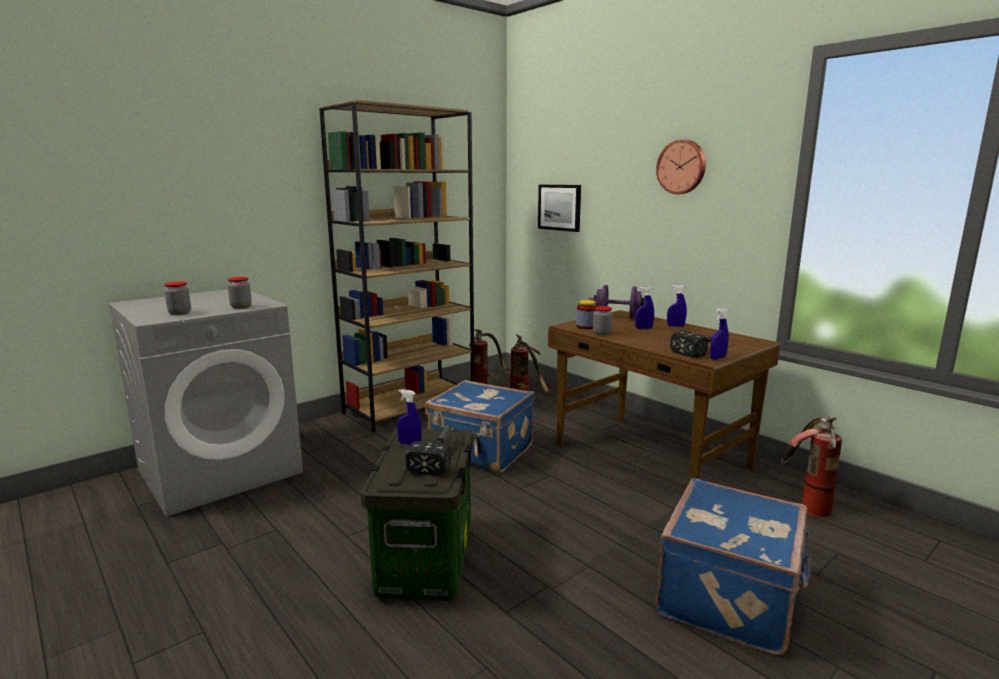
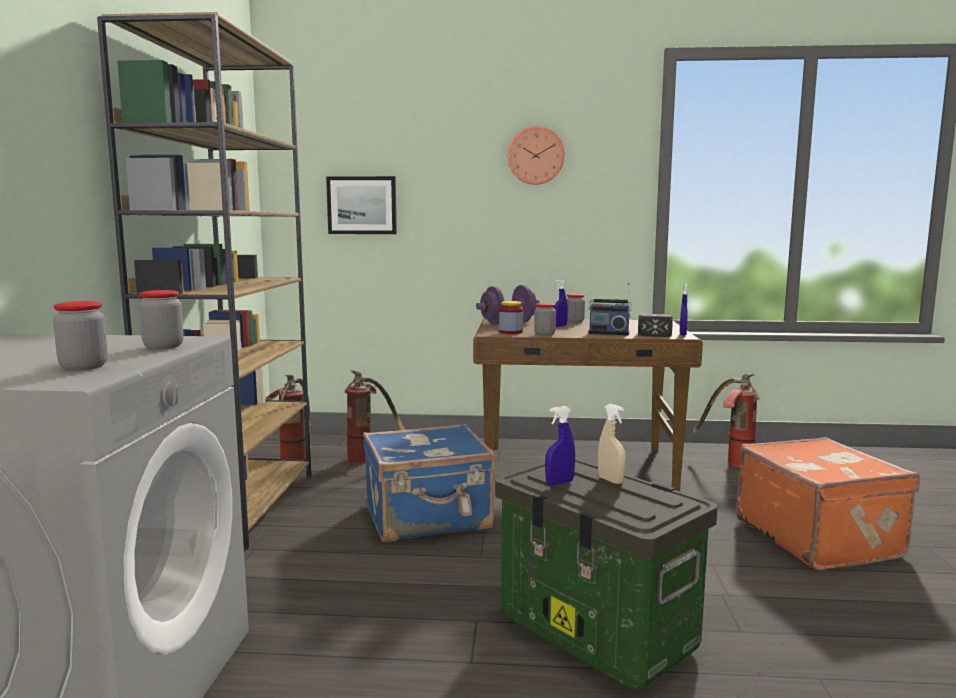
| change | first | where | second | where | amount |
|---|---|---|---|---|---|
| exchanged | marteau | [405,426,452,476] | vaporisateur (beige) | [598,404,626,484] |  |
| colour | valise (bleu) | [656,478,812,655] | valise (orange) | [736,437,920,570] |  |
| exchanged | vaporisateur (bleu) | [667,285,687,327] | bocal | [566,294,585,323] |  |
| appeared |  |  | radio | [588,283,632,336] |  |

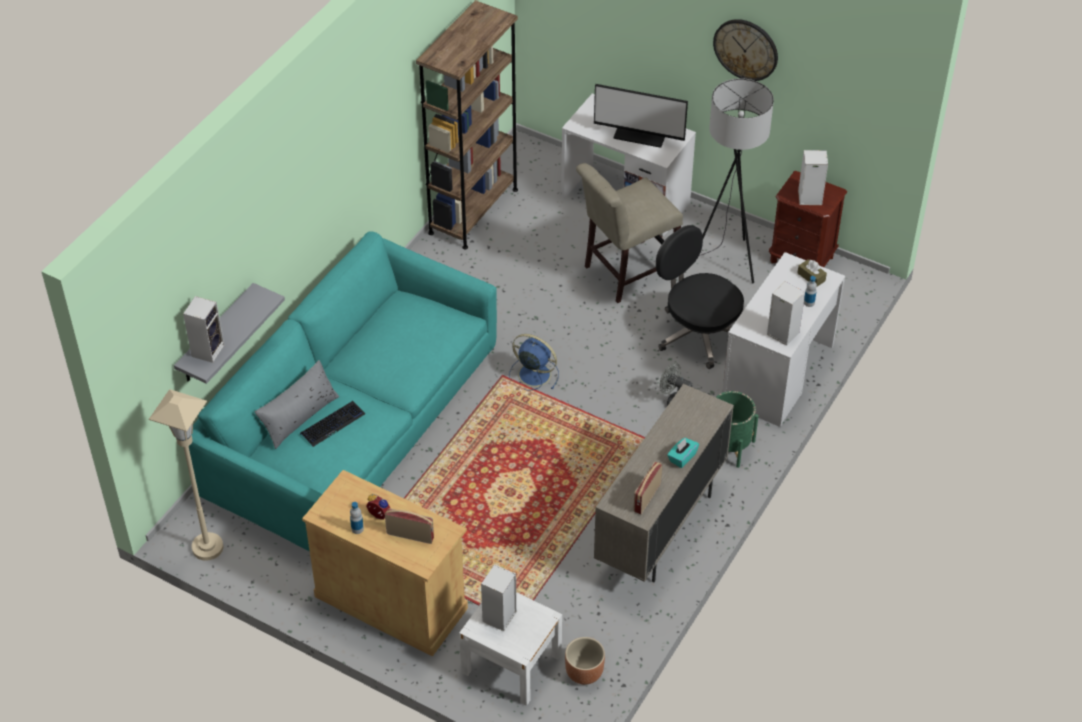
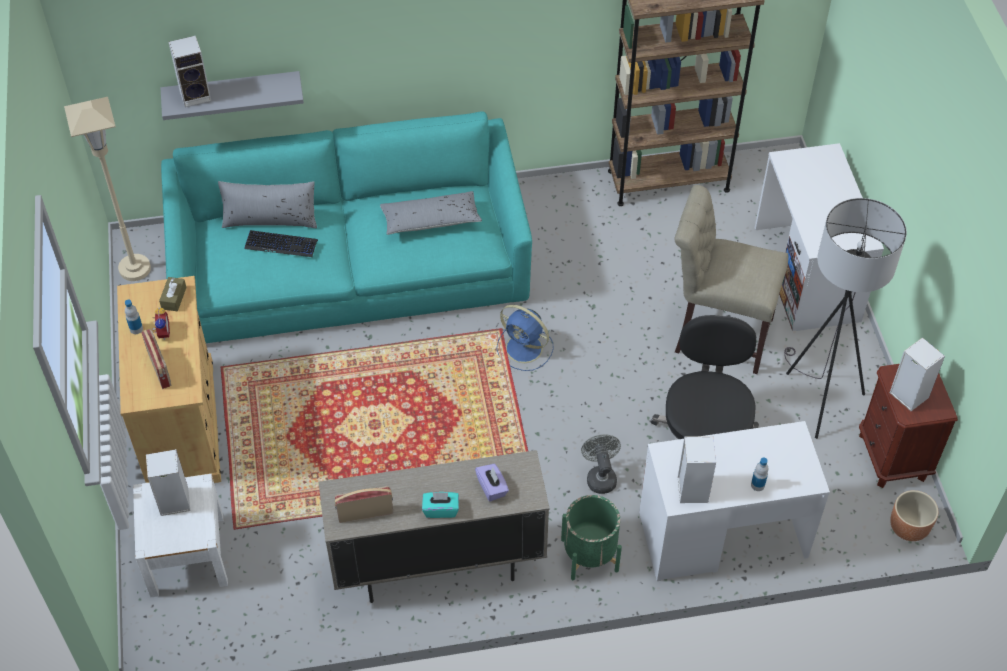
| change | first | where | second | where | amount |
|---|---|---|---|---|---|
| spun | ventilateur (bleu) | [509,334,559,391] |  | [496,305,554,371] | 135 degrees clockwise |
| relocated | cache-pot (marron) | [565,637,605,685] |  | [890,490,938,541] |  |
| missing | écran d'ordinateur | [594,84,688,148] |  |  |  |
| missing | horloge murale | [713,19,778,81] |  |  |  |
| relocated | boîte à mouchoirs (marron) | [798,259,827,286] |  | [159,277,187,311] |  |
| appeared |  |  | coussin (gris) | [380,191,482,235] |  |
| appeared |  |  | boîte à mouchoirs (violet) | [475,464,509,502] |  |

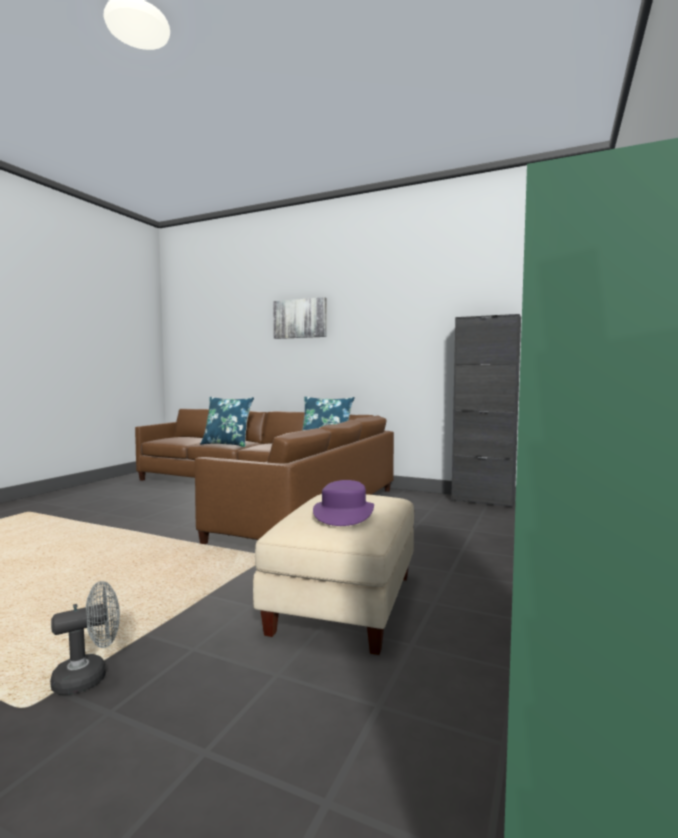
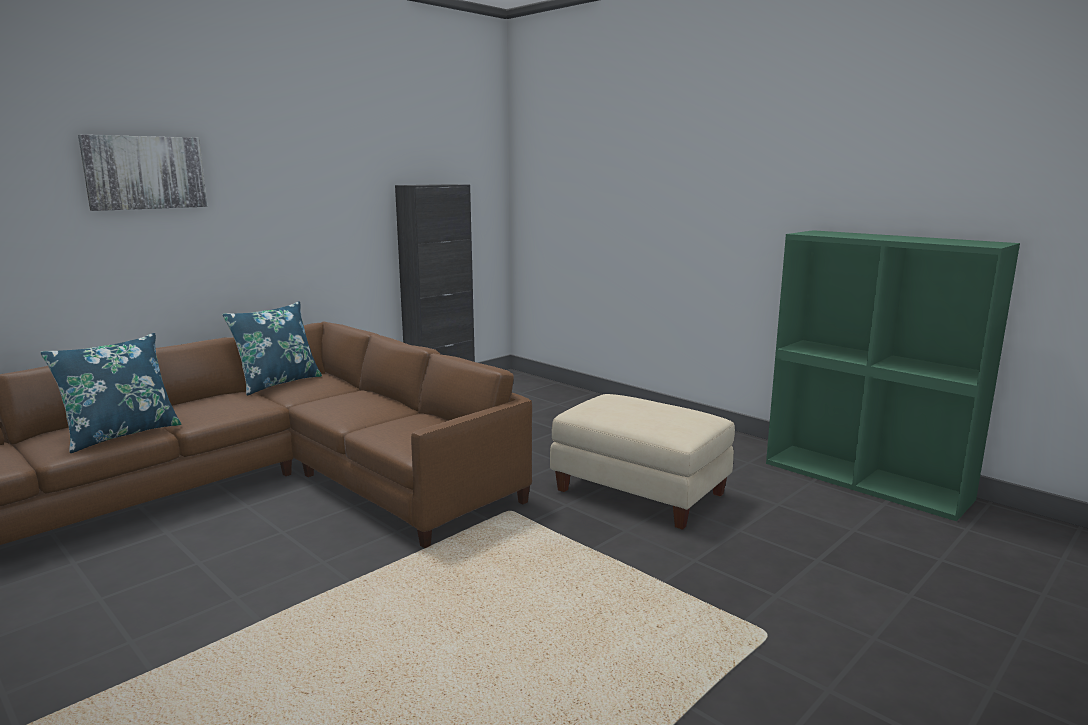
| change | first | where | second | where | amount |
|---|---|---|---|---|---|
| missing | ventilateur (gris) | [50,581,120,695] |  |  |  |
| missing | chapeau (violet) | [313,480,374,526] |  |  |  |

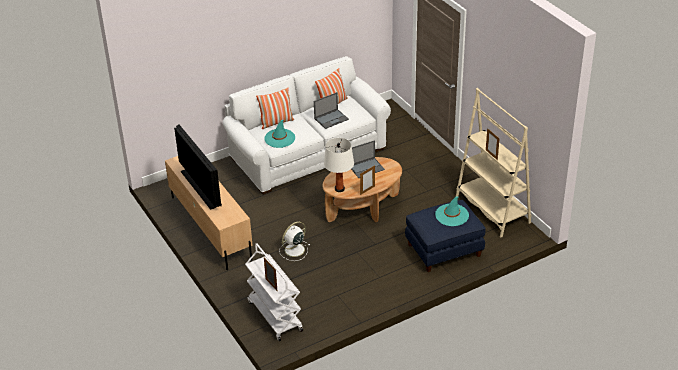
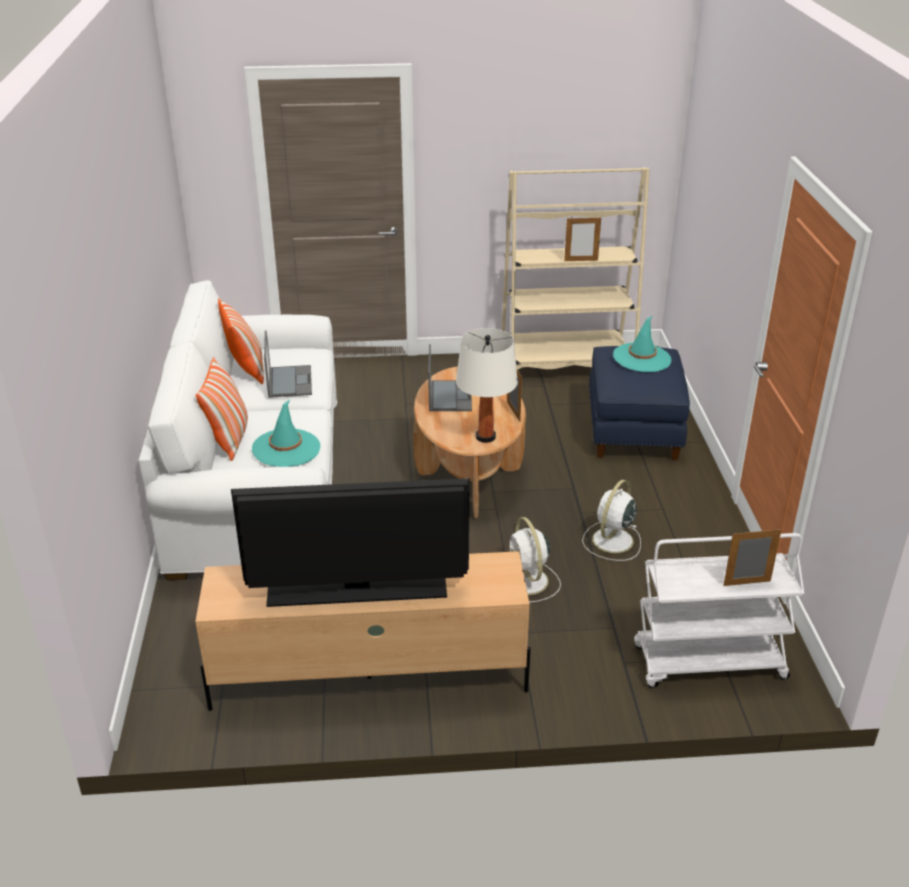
| change | first | where | second | where | amount |
|---|---|---|---|---|---|
| appeared |  |  | ventilateur (blanc) | [582,479,641,561] |  |

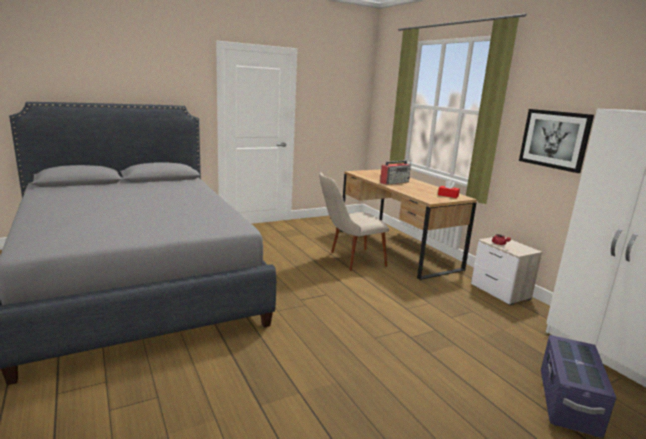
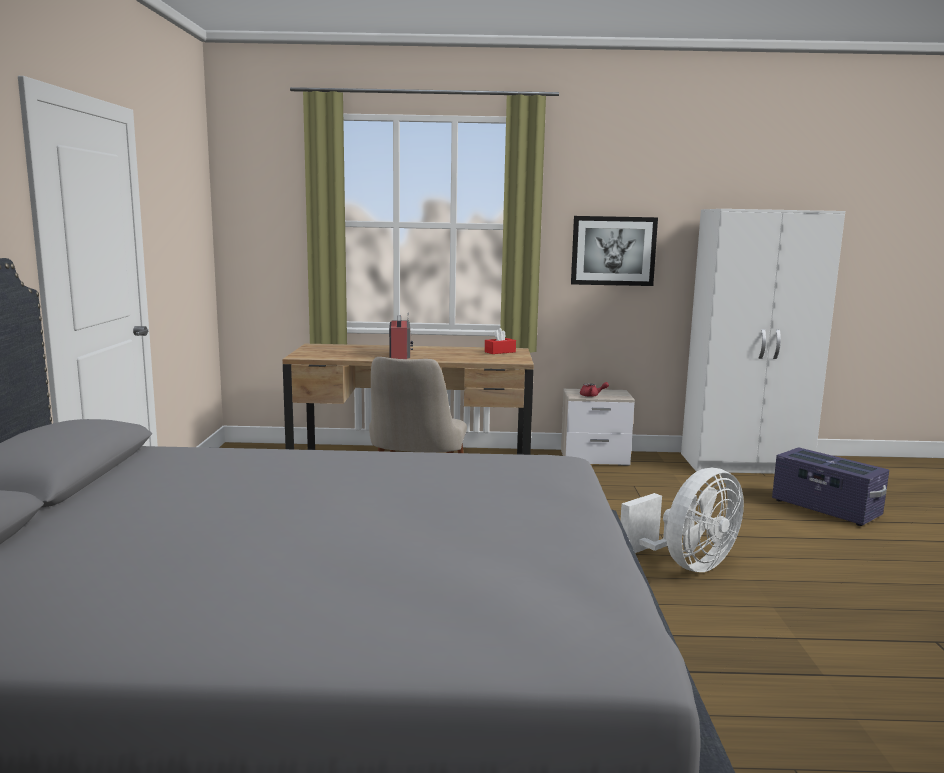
| change | first | where | second | where | amount |
|---|---|---|---|---|---|
| appeared |  |  | ventilateur (blanc) | [620,467,744,572] |  |

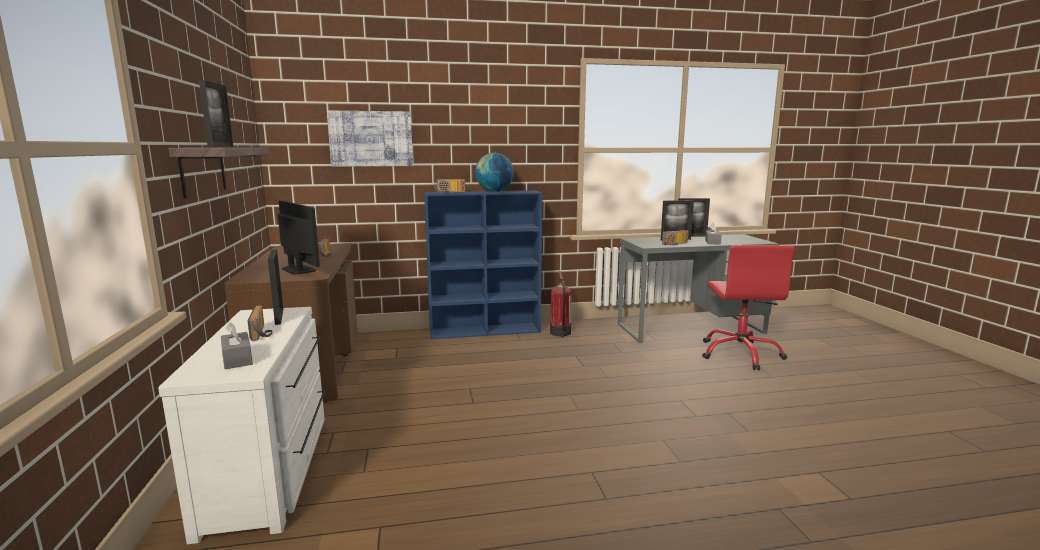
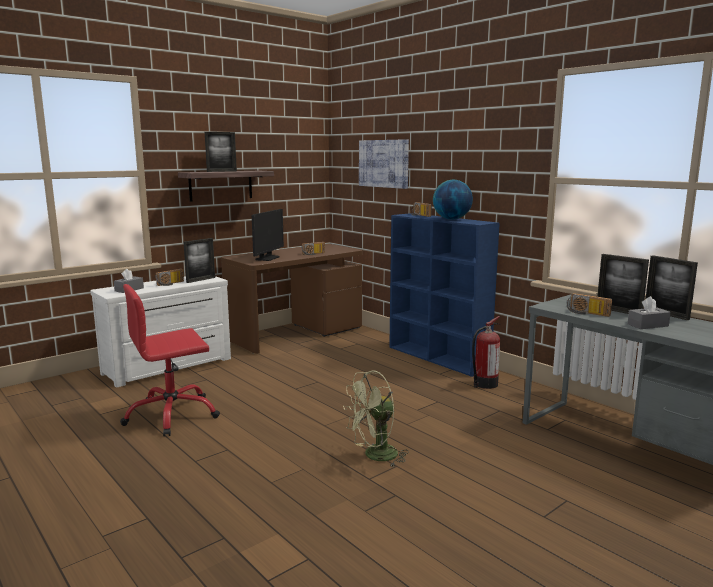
| change | first | where | second | where | amount |
|---|---|---|---|---|---|
| relocated | chaise de bureau (rouge) | [702,245,795,370] |  | [120,284,220,436] |  |
| appeared |  |  | ventilateur (vert) | [343,371,409,467] |  |

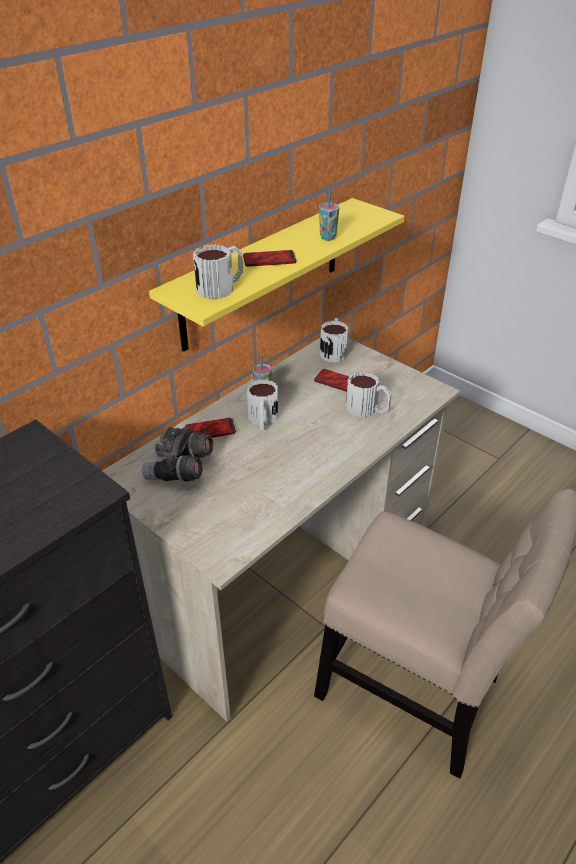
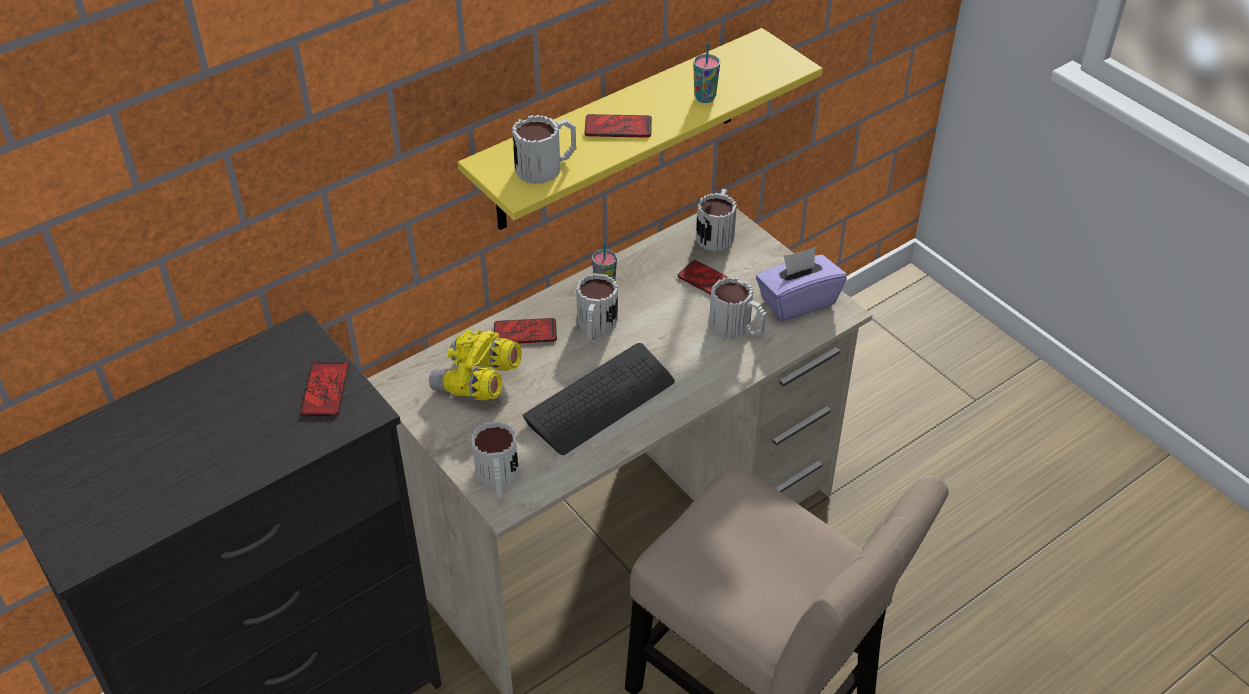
| change | first | where | second | where | amount |
|---|---|---|---|---|---|
| colour | jumelles (gris) | [142,427,213,482] | jumelles (jaune) | [429,330,522,400] |  |
| appeared |  |  | téléphone | [301,360,349,416] |  |
| appeared |  |  | mug | [471,421,519,498] |  |
| appeared |  |  | clavier | [522,343,675,455] |  |
| appeared |  |  | boîte à mouchoirs (violet) | [756,247,847,321] |  |

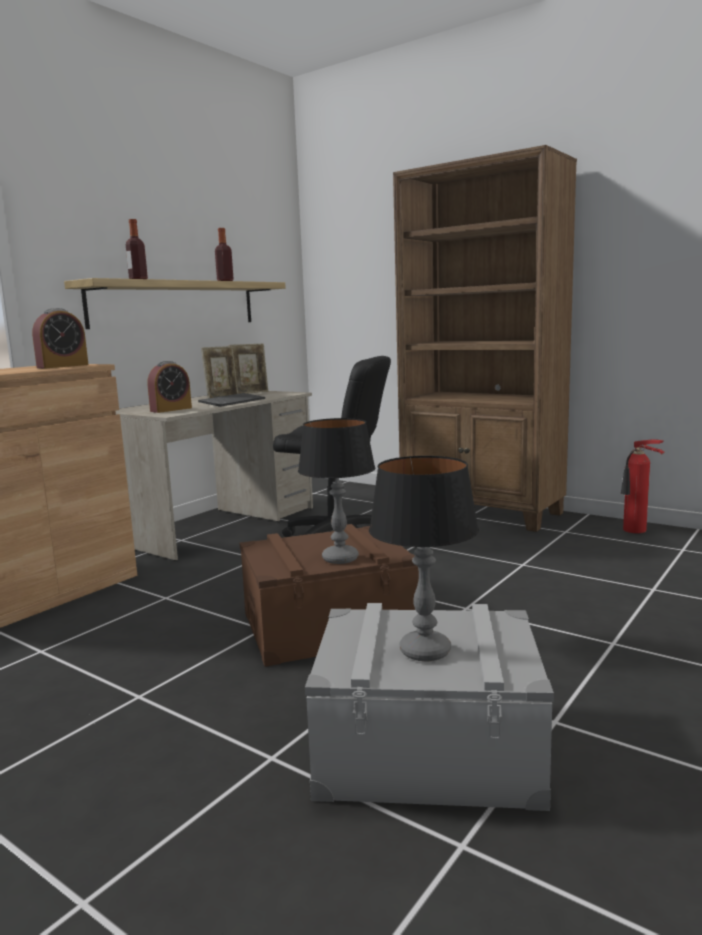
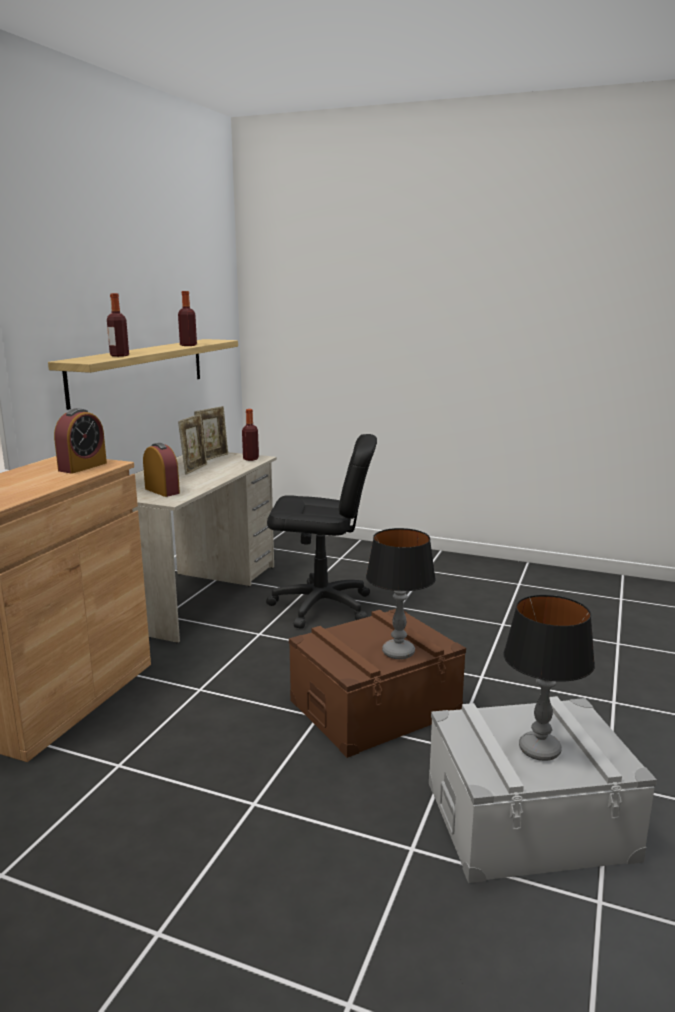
| change | first | where | second | where | amount |
|---|---|---|---|---|---|
| spun | réveil | [147,361,192,413] |  | [143,443,180,497] | 75 degrees counterclockwise |
| missing | clavier | [198,393,265,407] |  |  |  |
| missing | bibliothèque (marron) | [393,145,577,532] |  |  |  |
| missing | extincteur | [621,439,665,534] |  |  |  |
| appeared |  |  | bouteille | [242,409,259,461] |  |

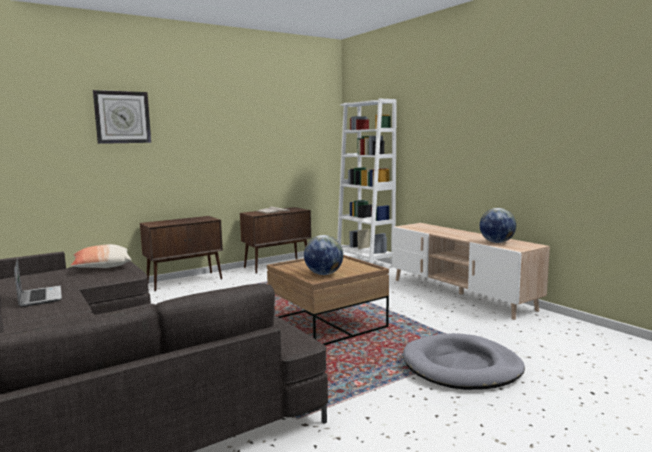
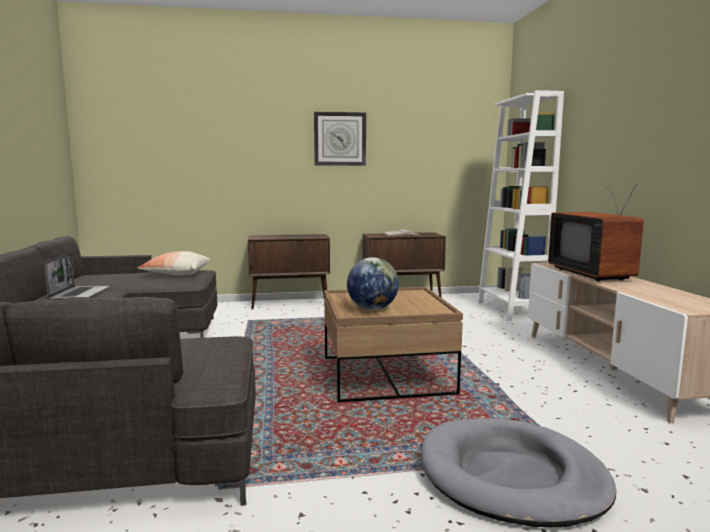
| change | first | where | second | where | amount |
|---|---|---|---|---|---|
| relocated | horloge murale | [93,90,151,144] |  | [314,112,366,166] |  |
| missing | globe | [480,208,516,243] |  |  |  |
| appeared |  |  | téléviseur | [548,184,644,281] |  |

